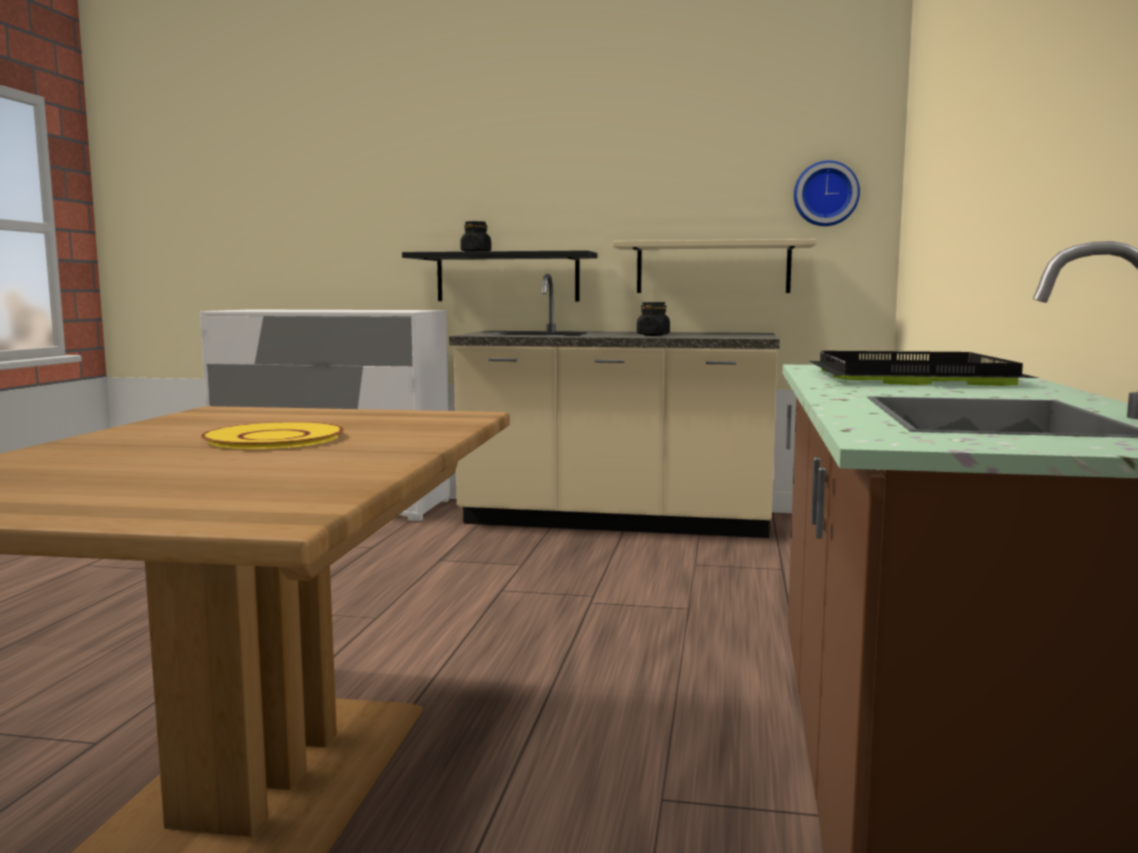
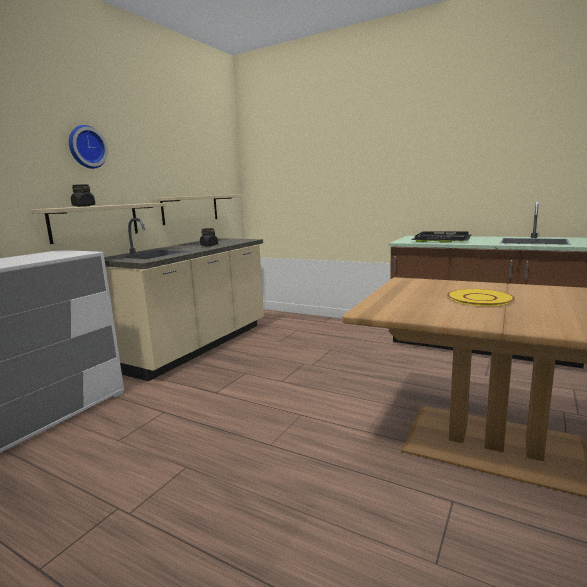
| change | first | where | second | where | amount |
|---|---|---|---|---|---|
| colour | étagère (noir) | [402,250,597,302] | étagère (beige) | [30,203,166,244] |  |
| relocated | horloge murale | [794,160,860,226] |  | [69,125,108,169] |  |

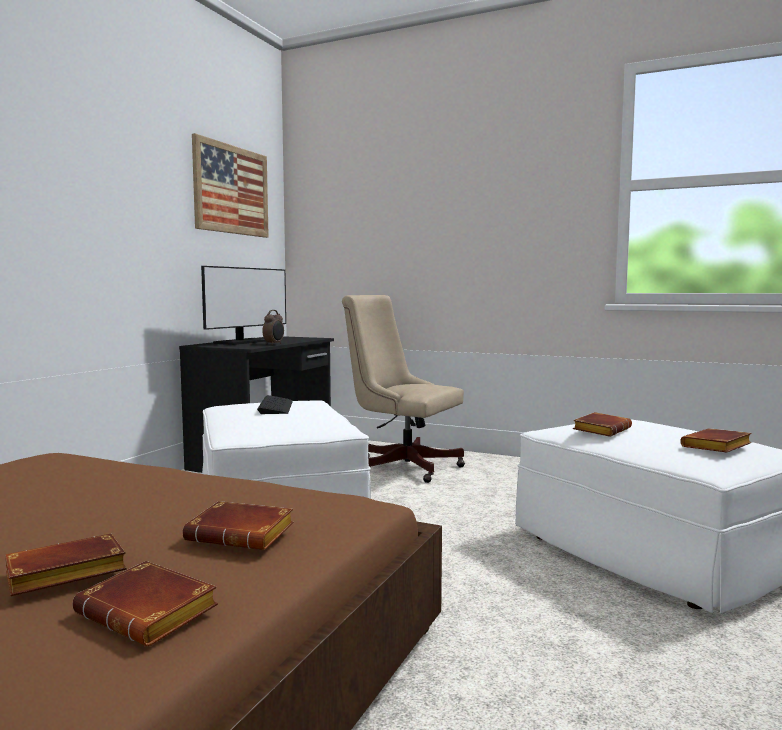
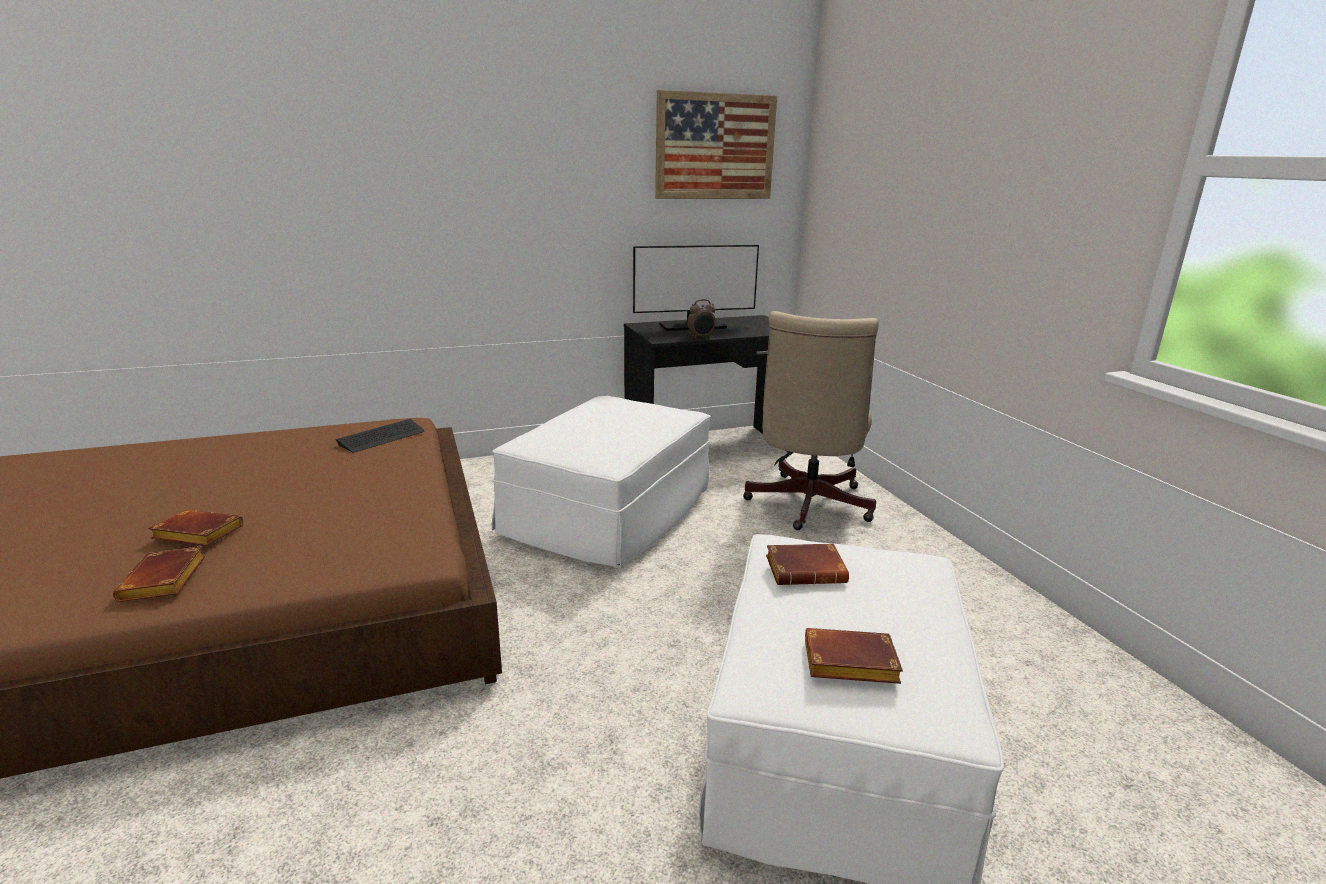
| change | first | where | second | where | amount |
|---|---|---|---|---|---|
| missing | livre (marron) | [183,501,294,550] |  |  |  |
| relocated | clavier | [257,395,293,414] |  | [336,419,424,453] |  |
| spun | chaise de bureau (beige) | [342,295,465,483] |  | [743,311,879,530] | 150 degrees counterclockwise |

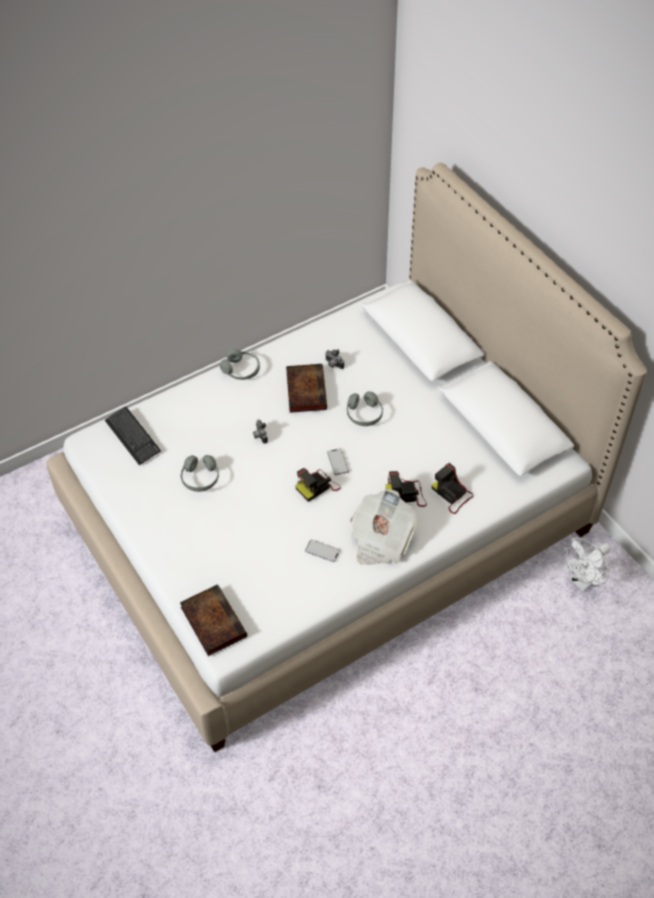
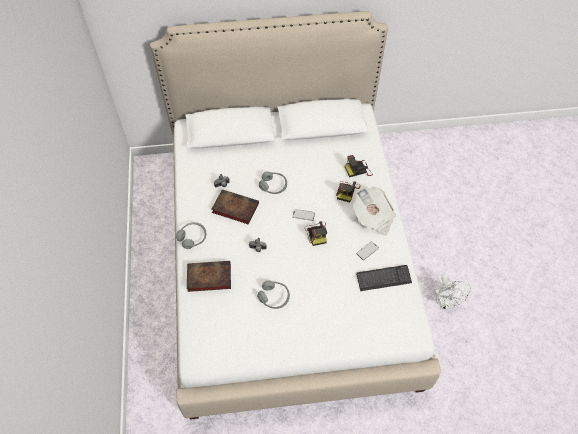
| change | first | where | second | where | amount |
|---|---|---|---|---|---|
| relocated | clavier | [105,407,161,465] |  | [356,265,412,291] |  |
| relocated | livre | [180,585,247,656] |  | [187,261,231,292] |  |
| relocated | ventilateur (blanc) | [565,538,611,591] |  | [435,274,471,310] |  |

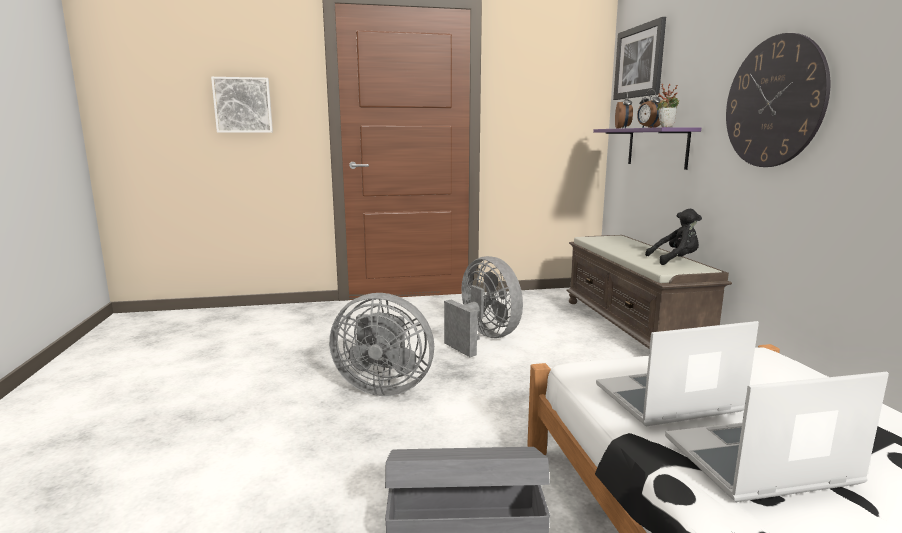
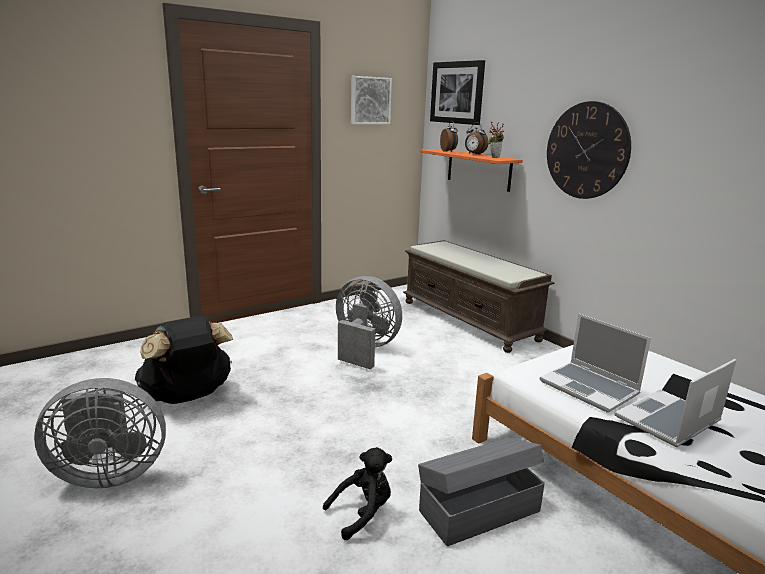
| change | first | where | second | where | amount |
|---|---|---|---|---|---|
| relocated | tableau | [211,77,273,133] |  | [351,76,392,124] |  |
| relocated | ventilateur (gris) | [329,293,434,396] |  | [34,378,166,488] |  |
| colour | étagère (violet) | [593,127,701,170] | étagère (orange) | [420,149,523,192] |  |
| spun | ordinateur portable | [596,321,759,427] |  | [540,314,651,413] | 90 degrees counterclockwise |
| relocated | peluche (noir) | [645,209,702,265] |  | [323,447,392,540] |  |
| appeared |  |  | sac à dos (noir) | [135,316,233,404] |  |

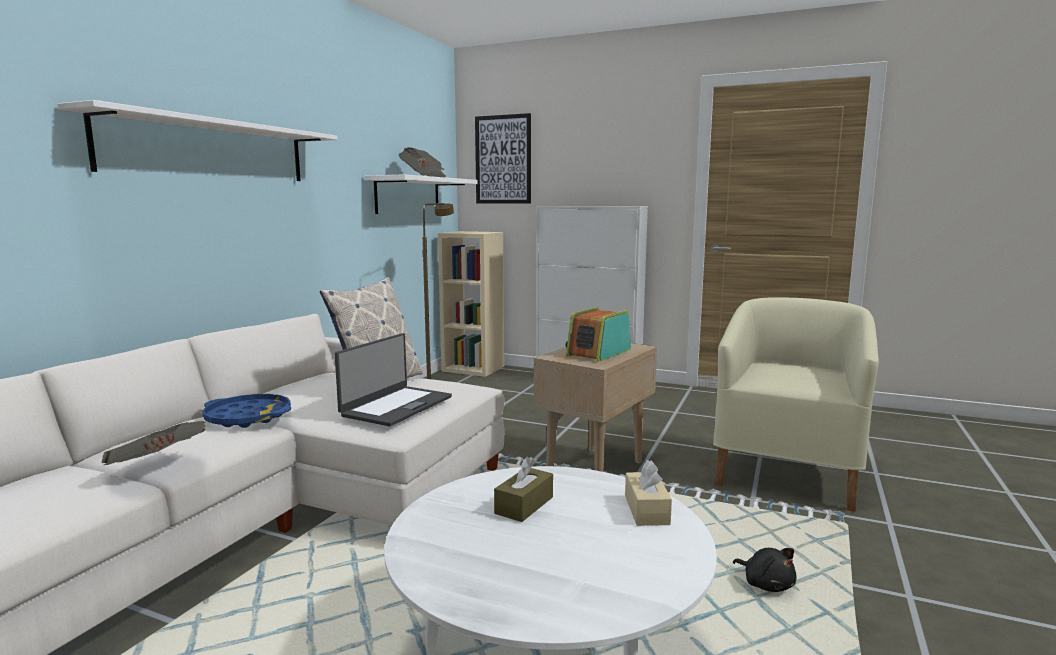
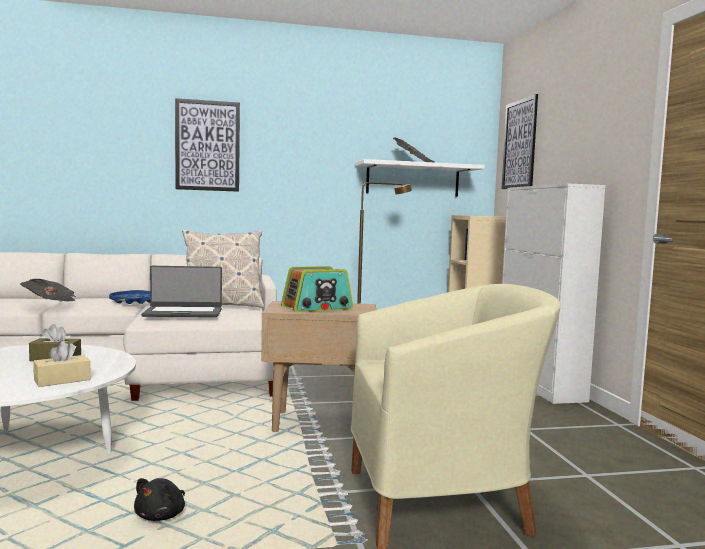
| change | first | where | second | where | amount |
|---|---|---|---|---|---|
| exchanged | étagère (blanc) | [57,100,338,181] | tableau | [175,98,240,192] |  |
| spun | radio | [565,307,631,362] |  | [281,266,353,312] | 150 degrees clockwise |

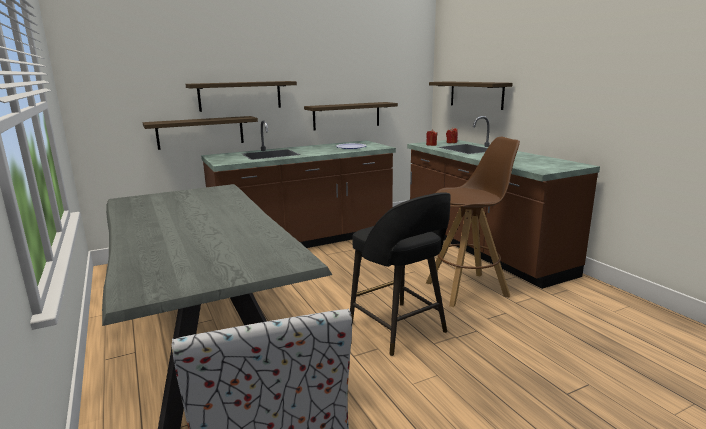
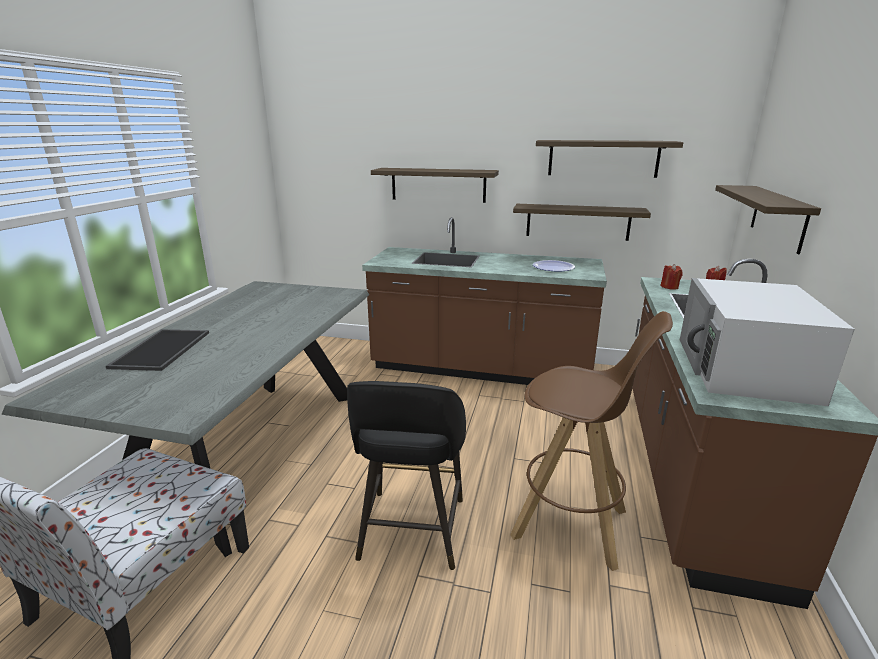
| change | first | where | second | where | amount |
|---|---|---|---|---|---|
| relocated | étagère | [143,116,258,150] |  | [536,140,683,178] |  |
| appeared |  |  | plateau | [106,329,209,371] |  |
| appeared |  |  | micro-ondes (blanc) | [680,278,855,406] |  |

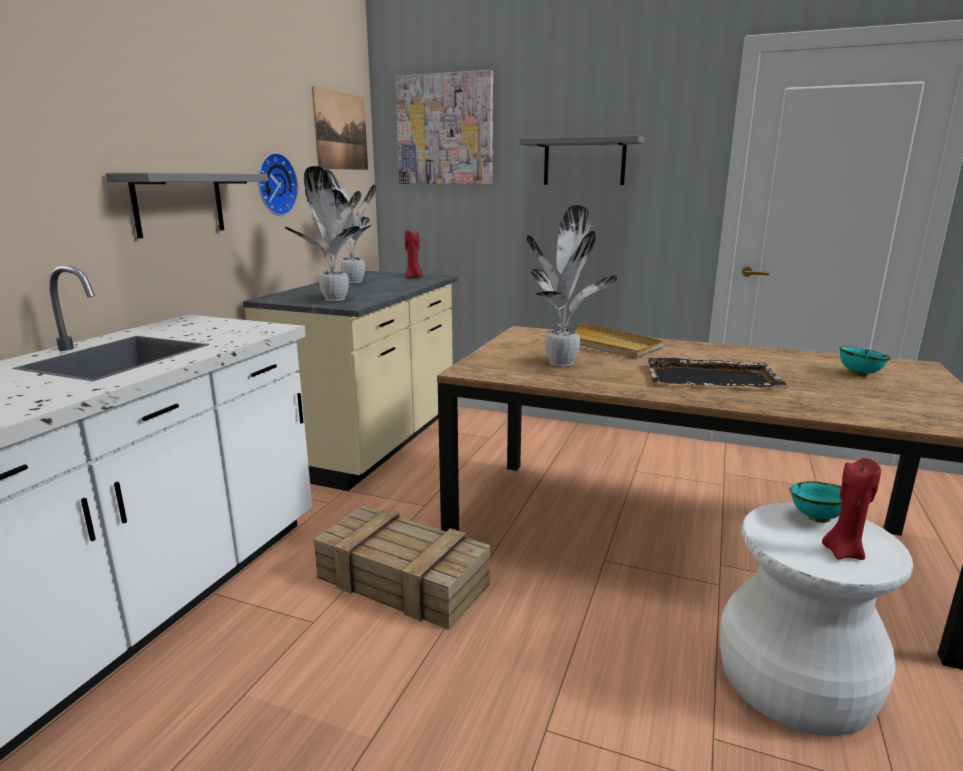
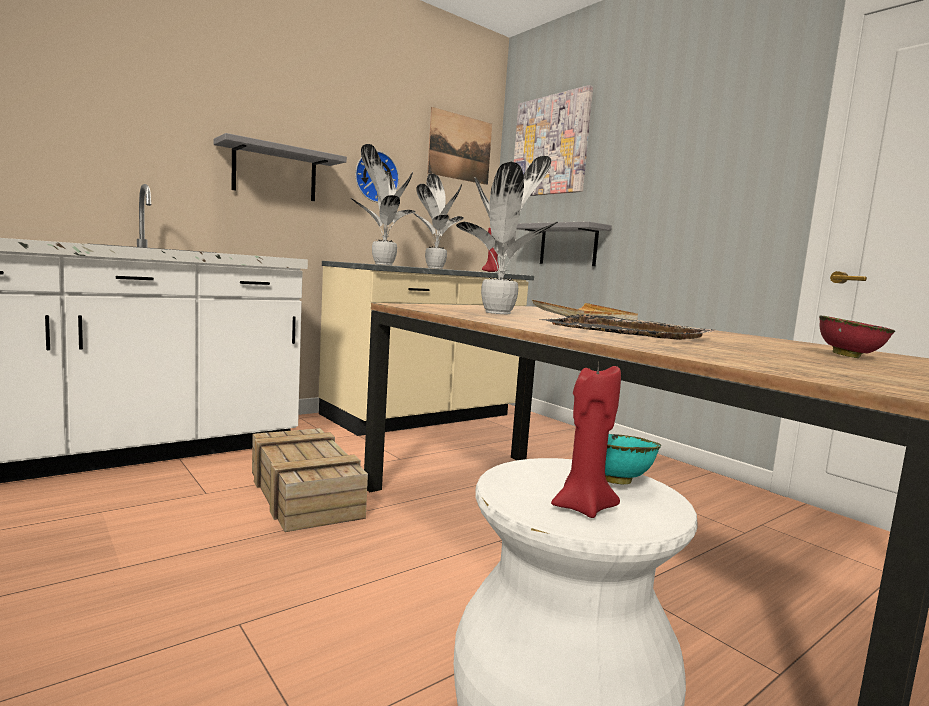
| change | first | where | second | where | amount |
|---|---|---|---|---|---|
| relocated | étagère (gris) | [519,135,644,185] |  | [516,221,612,266] |  |
| colour | bol (turquoise) | [839,346,891,377] | bol (rouge) | [819,316,895,358] |  |

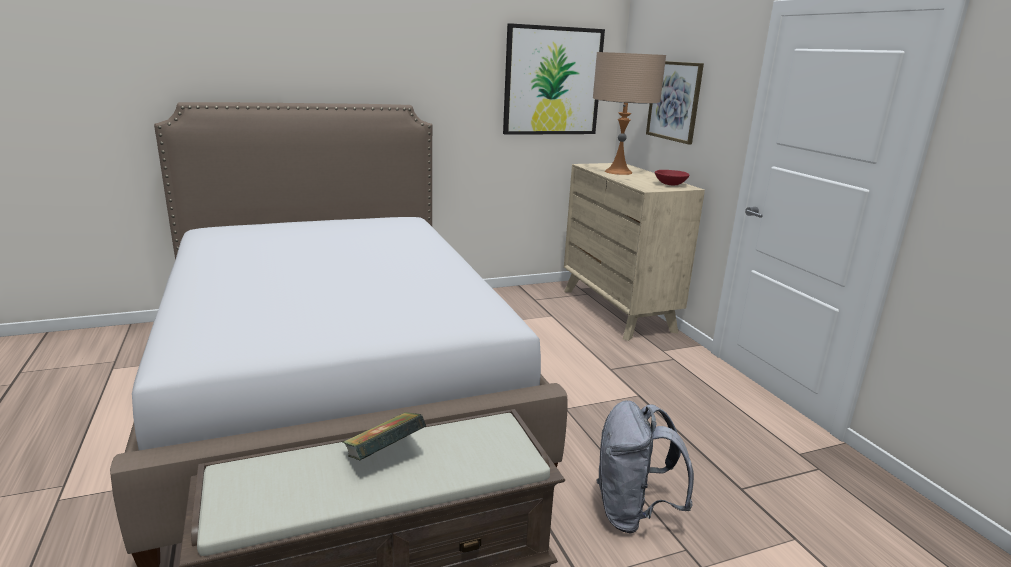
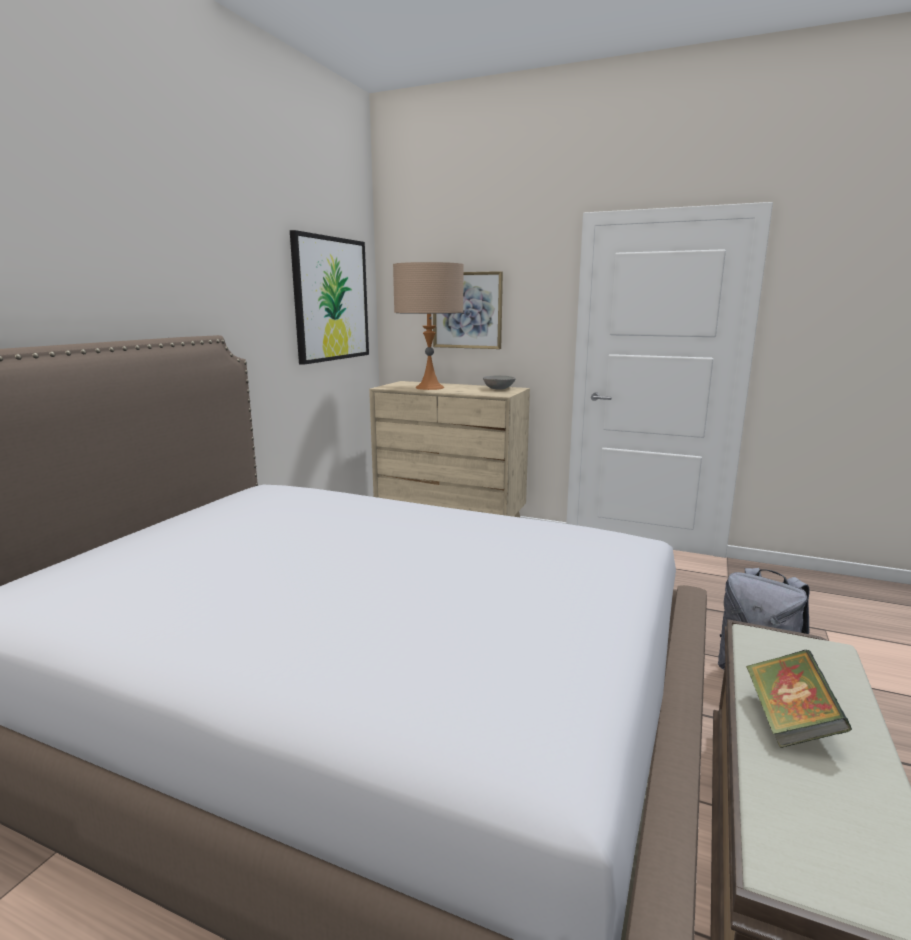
| change | first | where | second | where | amount |
|---|---|---|---|---|---|
| colour | bol (rouge) | [655,170,690,185] | bol (gris) | [483,375,516,390] |  |

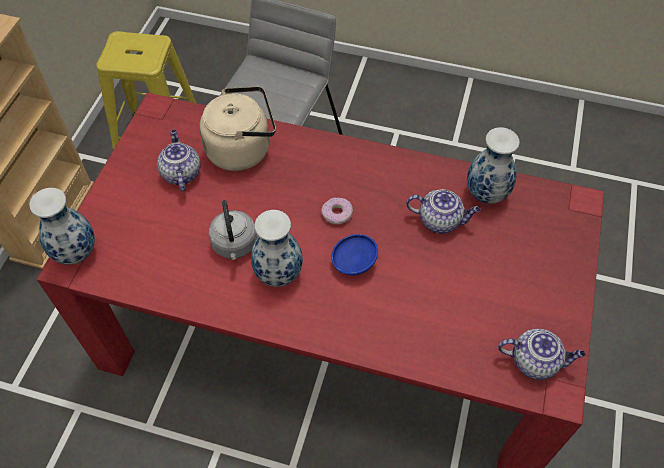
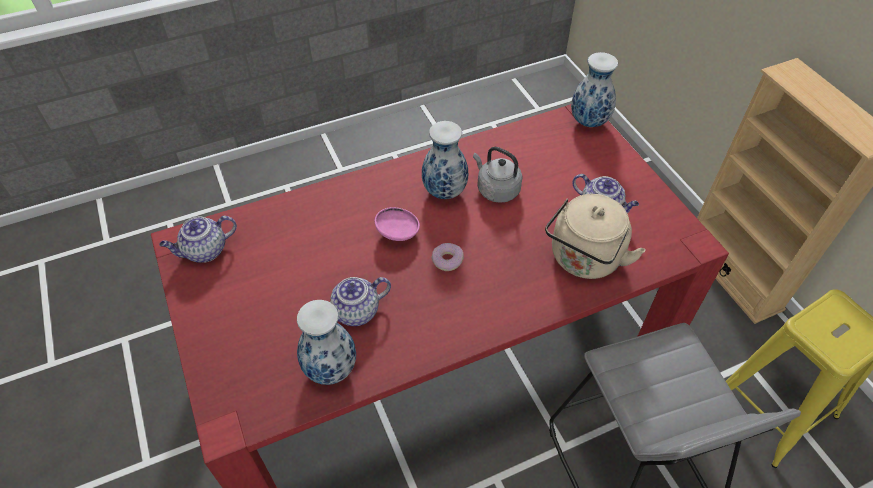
| change | first | where | second | where | amount |
|---|---|---|---|---|---|
| colour | bol (bleu) | [331,234,378,275] | bol (rose) | [375,207,420,241] |  |

